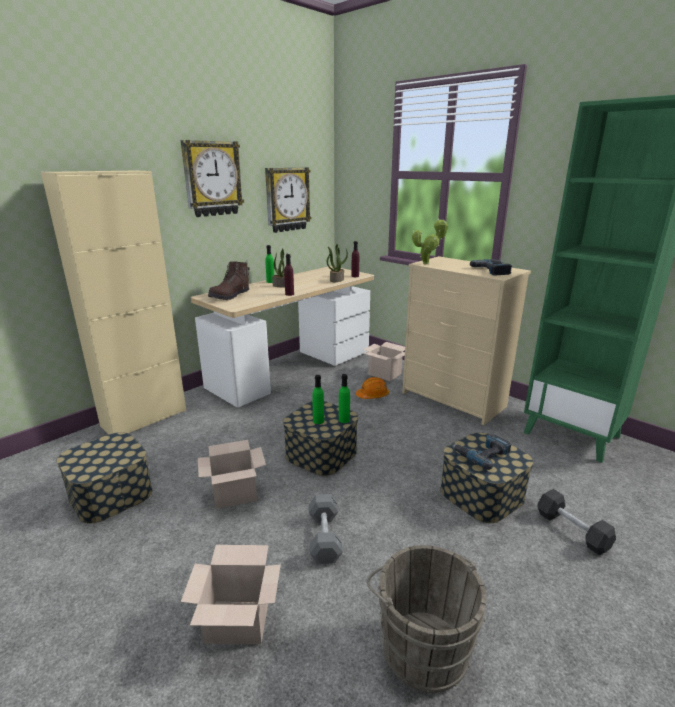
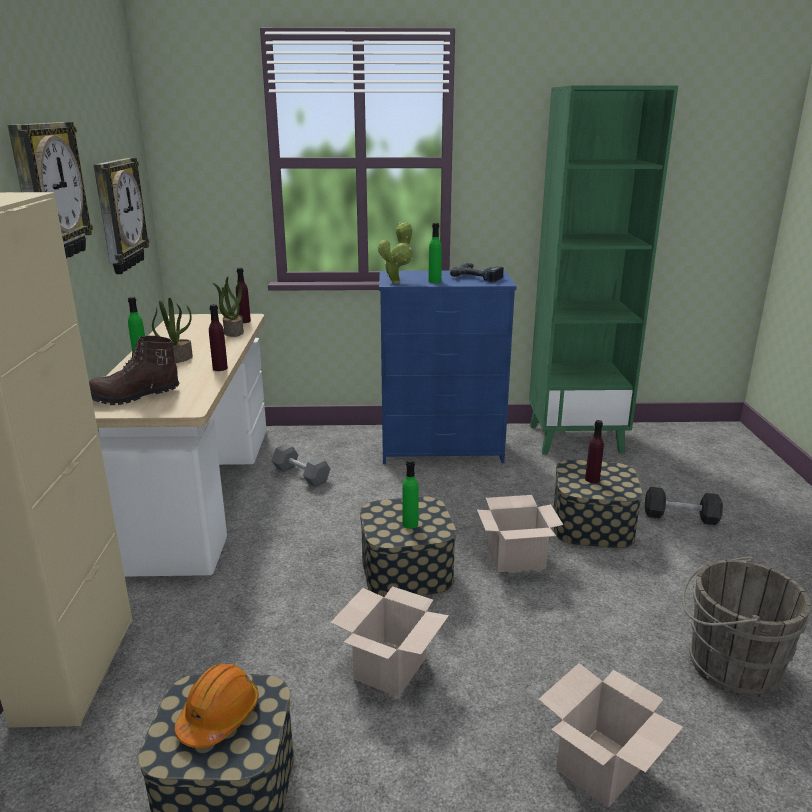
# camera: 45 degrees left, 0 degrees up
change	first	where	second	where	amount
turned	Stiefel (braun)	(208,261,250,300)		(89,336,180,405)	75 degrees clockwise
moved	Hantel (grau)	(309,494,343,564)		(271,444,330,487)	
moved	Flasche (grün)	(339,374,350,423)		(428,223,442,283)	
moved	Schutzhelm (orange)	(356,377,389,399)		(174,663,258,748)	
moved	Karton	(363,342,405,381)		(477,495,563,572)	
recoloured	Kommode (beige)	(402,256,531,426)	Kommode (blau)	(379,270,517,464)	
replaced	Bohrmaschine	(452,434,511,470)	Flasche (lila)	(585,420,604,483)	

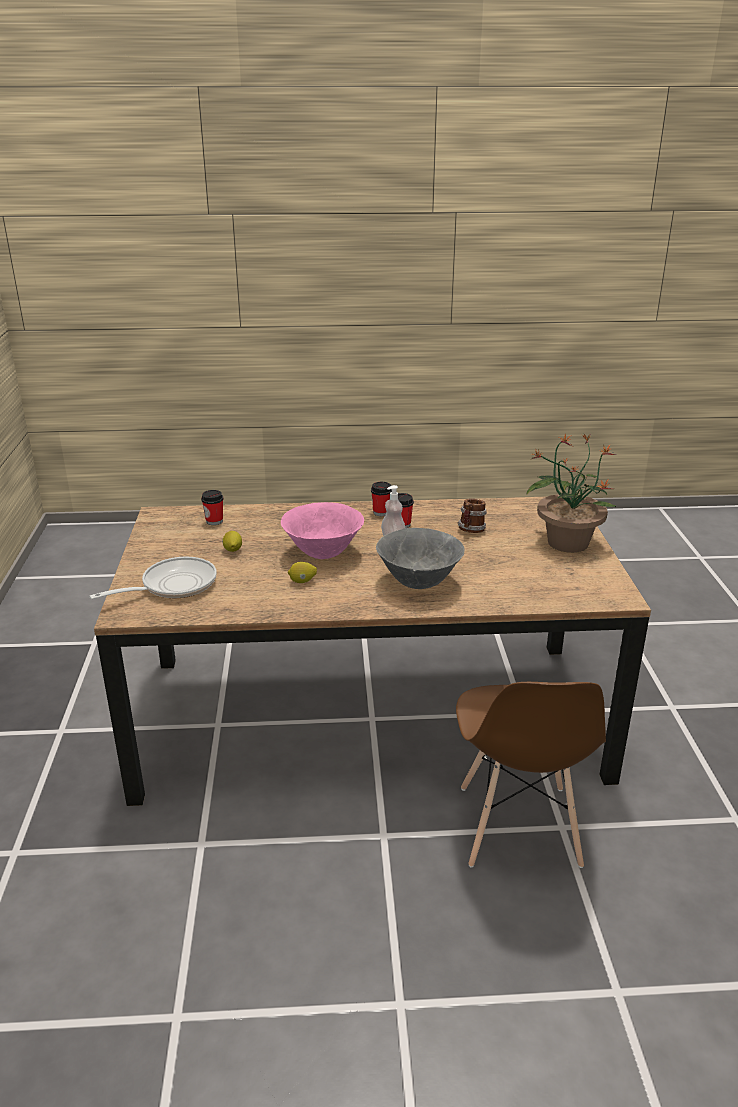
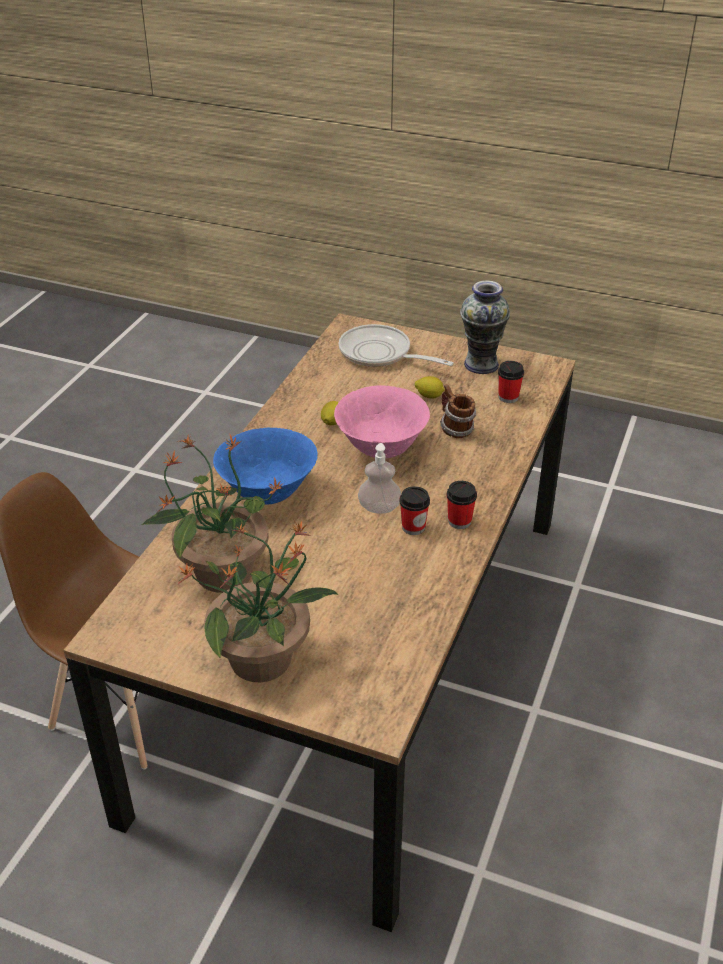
# camera: 115 degrees right, 10 degrees up
change	first	where	second	where	amount
turned	Pfanne	(89,557,217,599)		(339,324,454,367)	135 degrees clockwise
recoloured	Schüssel (grau)	(376,528,465,589)	Schüssel (blau)	(213,428,318,505)	
moved	Henkelbecher	(458,499,487,533)		(440,384,476,438)	
added			Topfpflanze	(142,435,283,593)	
added			Vase	(460,281,510,374)	

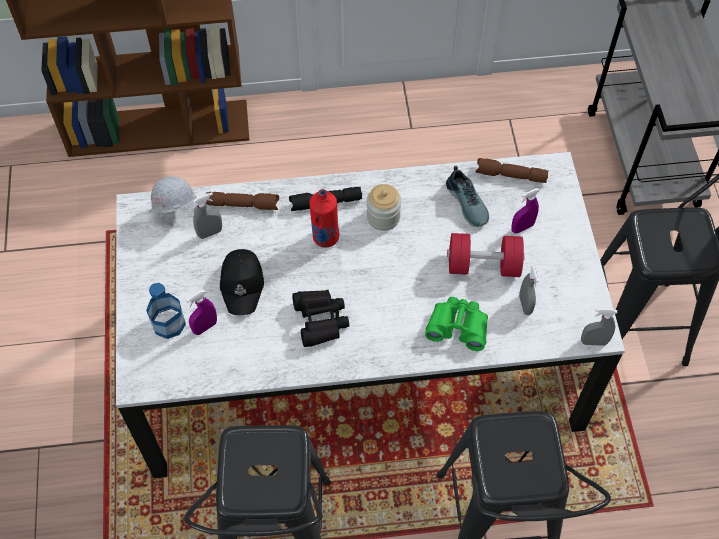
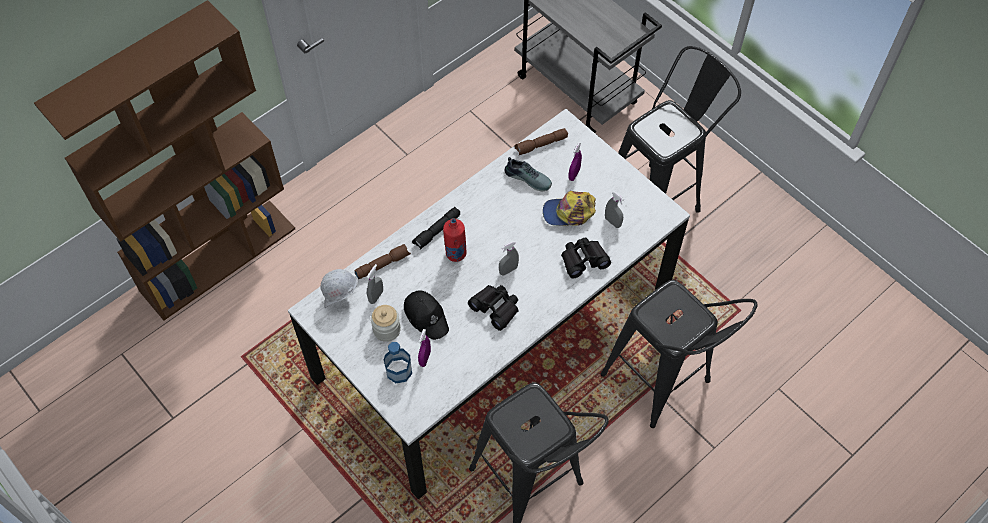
# camera: 35 degrees left, 0 degrees up
change	first	where	second	where	amount
moved	Vorratsglas	(367,184,401,231)		(371,305,401,342)	
recoloured	Fernglas (grün)	(425,297,488,351)	Fernglas (schwarz)	(561,238,611,278)	
replaced	Hantel (rot)	(447,233,525,277)	Kappe	(543,191,596,226)	
moved	Sprühflasche (grau)	(581,308,617,346)		(499,241,519,275)	

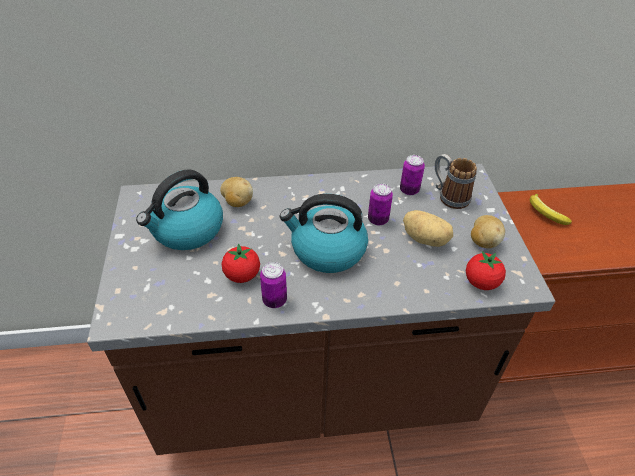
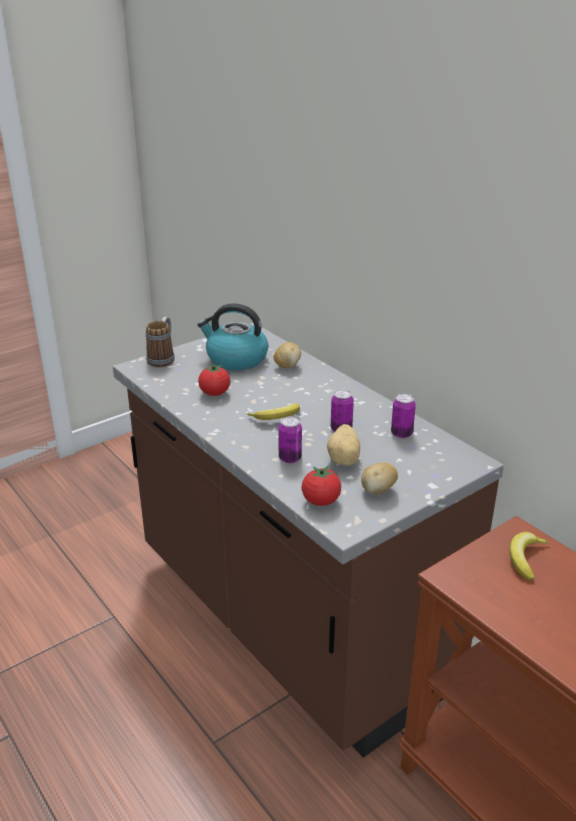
# camera: 60 degrees right, 15 degrees down
change	first	where	second	where	amount
moved	Dose	(260,262,287,308)		(278,417,302,463)	
replaced	Wasserkessel	(279,194,368,273)	Banane	(247,403,300,420)	
moved	Henkelbecher	(435,154,477,209)		(146,317,175,367)	

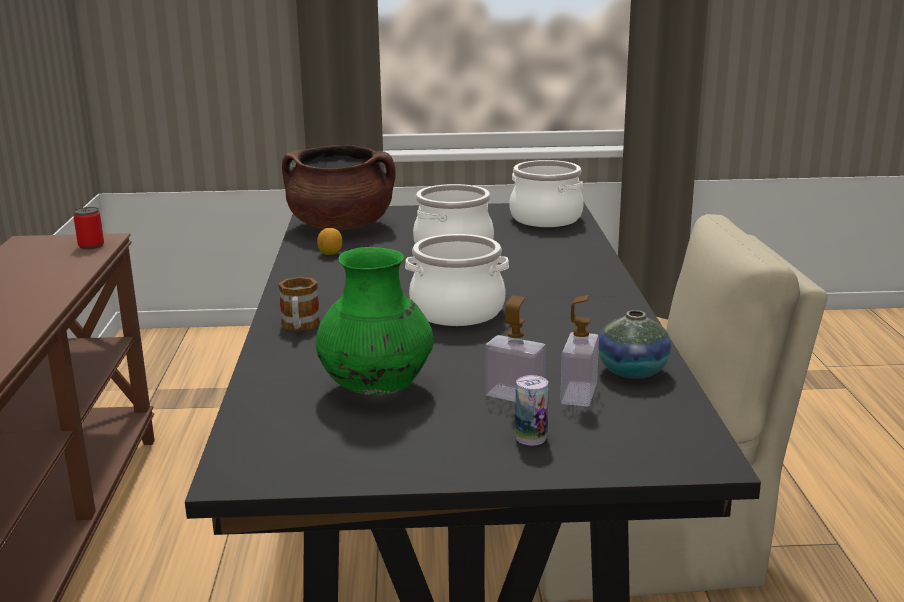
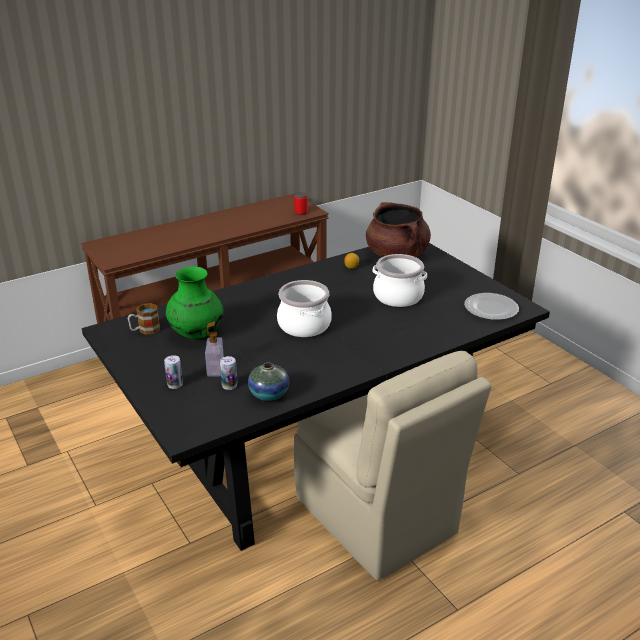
# camera: 60 degrees right, 10 degrees up
change	first	where	second	where	amount
moved	Henkelbecher	(278,277,320,331)		(128,303,160,335)	
replaced	Kochtopf	(509,160,584,227)	Teller	(464,293,519,320)	
replaced	Seifenspender	(560,295,599,407)	Dose	(220,356,237,390)	

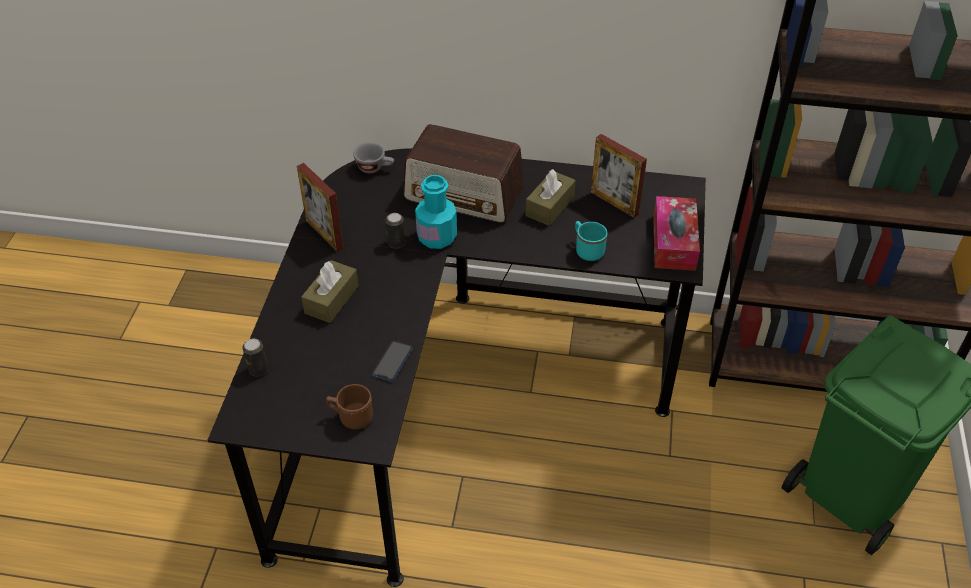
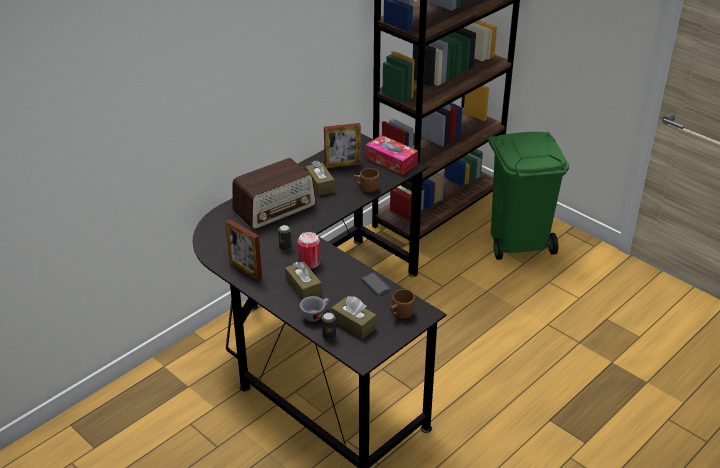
# camera: 55 degrees left, 10 degrees down
change	first	where	second	where	amount
turned	Bilderrahmen	(297,163,344,252)		(225,219,262,281)	45 degrees clockwise
moved	Tasse (grau)	(353,142,394,173)		(300,296,329,322)	
removed	Flasche (türkis)	(415,175,457,249)			
recoloured	Henkelbecher (türkis)	(575,221,608,261)	Henkelbecher (braun)	(354,168,379,193)	
added			Dose	(298,232,320,269)	
added			Taschentuchbox (braun)	(331,296,377,339)	

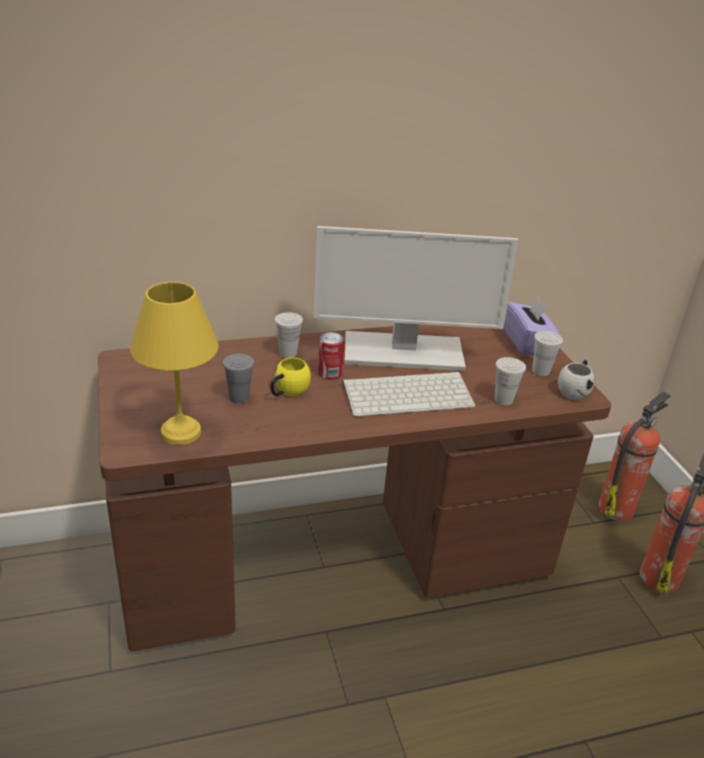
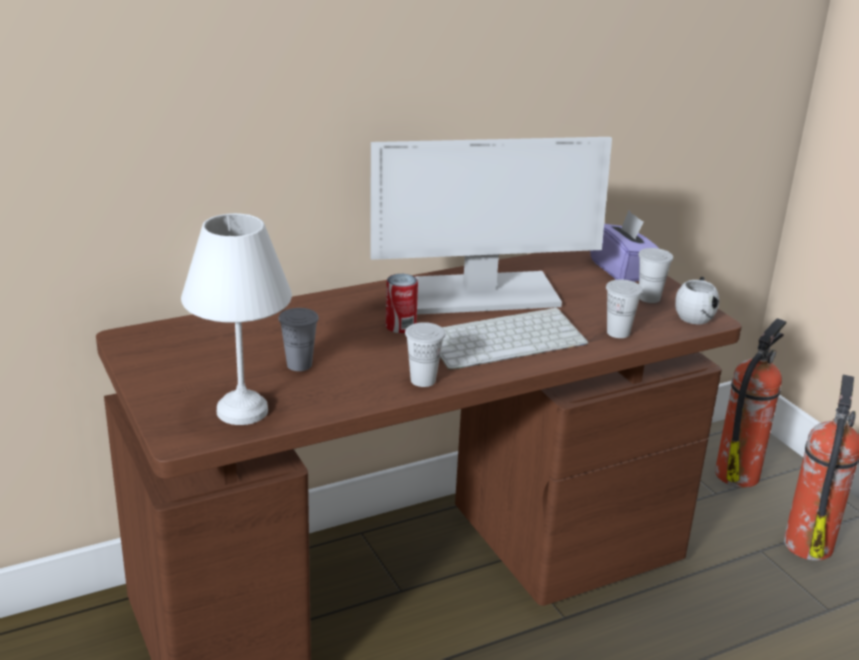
# camera: 10 degrees left, 5 degrees down
change	first	where	second	where	amount
recoloured	Tischlampe (gelb)	(130,282,219,445)	Tischlampe (weiß)	(181,213,292,425)	
removed	Henkelbecher (gelb)	(270,358,311,397)			
moved	Tasse (weiß)	(275,312,303,358)		(405,322,445,387)	

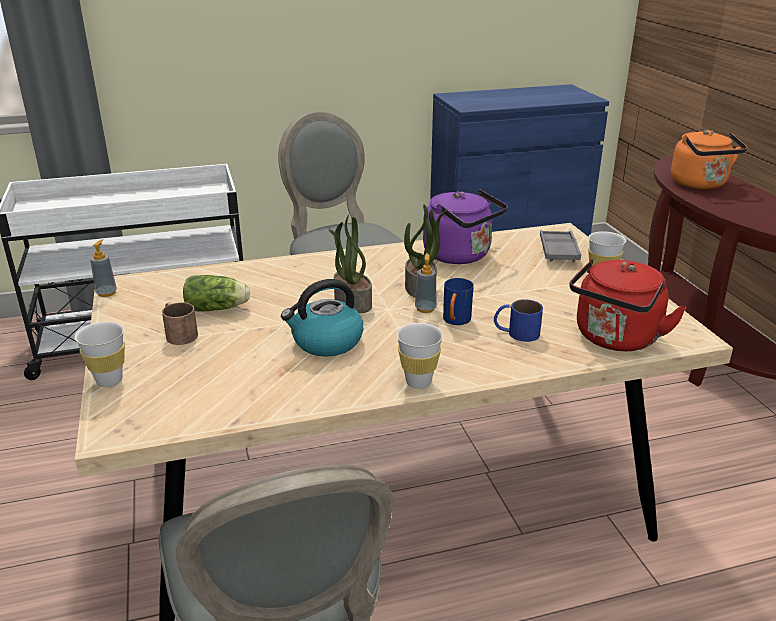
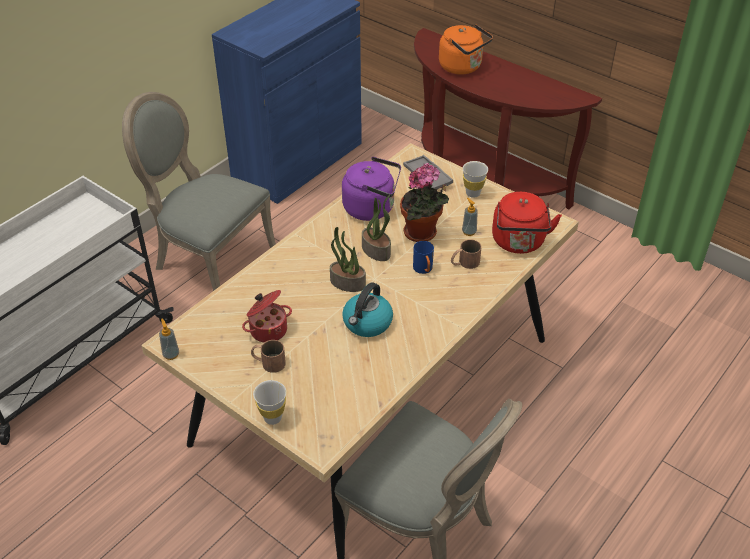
# camera: 35 degrees left, 15 degrees up
change	first	where	second	where	amount
replaced	Salatkopf	(183,275,250,312)	Kochtopf	(242,290,292,343)	
removed	Tasse (weiß)	(396,323,443,389)			
moved	Seifenspender	(415,253,437,313)		(462,198,478,236)	
recoloured	Henkelbecher (blau)	(494,299,543,342)	Henkelbecher (braun)	(451,239,482,269)	
added			Topfpflanze	(400,163,449,242)	

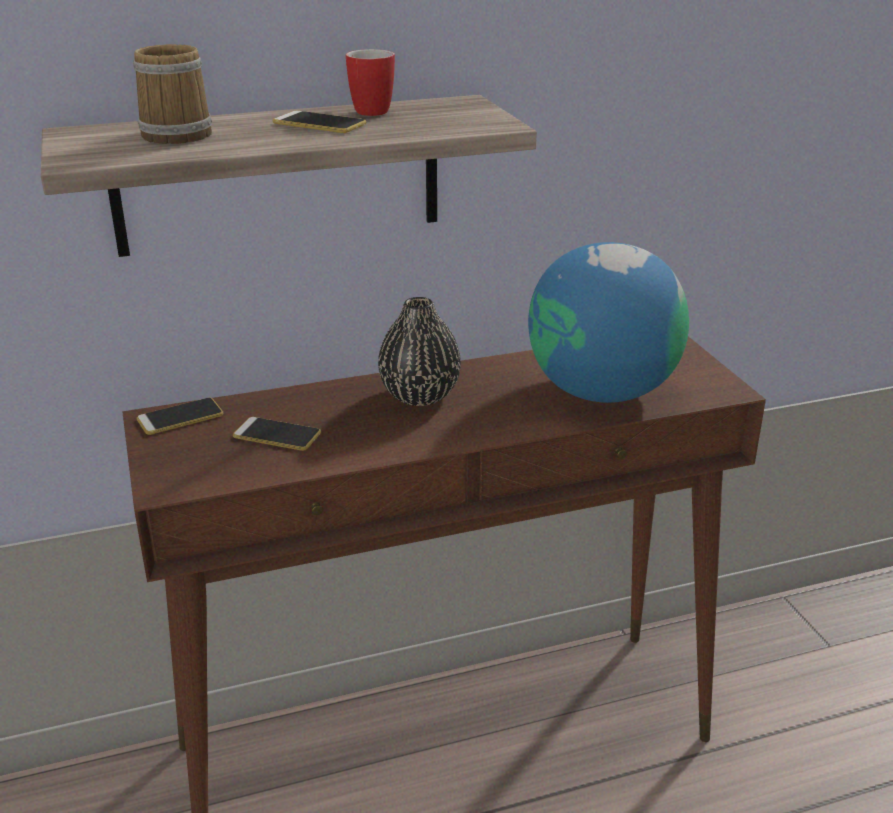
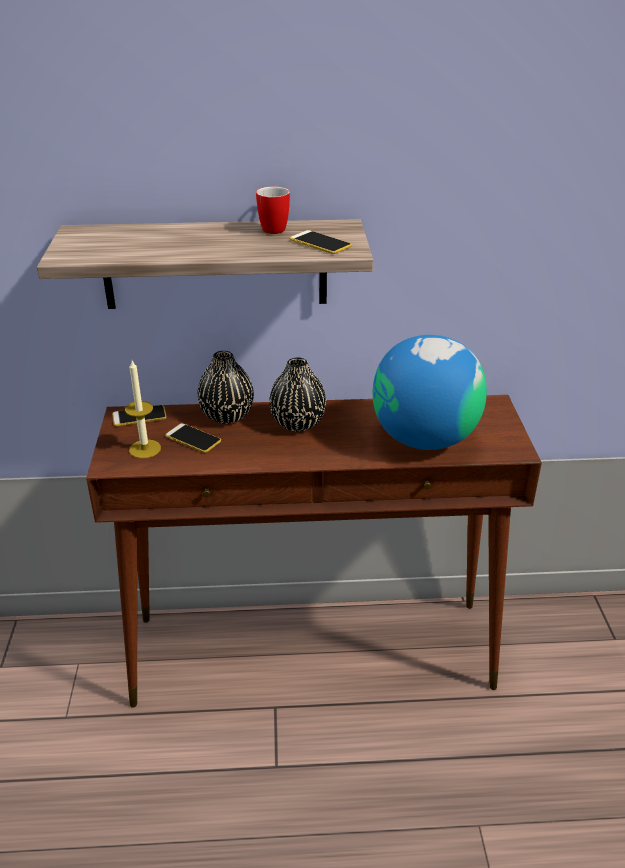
# camera: 15 degrees right, 5 degrees up
change	first	where	second	where	amount
removed	Henkelbecher	(133,44,212,144)			
moved	Handy	(273,111,366,133)		(290,230,352,254)	
added			Kerze	(125,360,161,459)	
added			Vase (schwarz)	(197,351,254,424)	

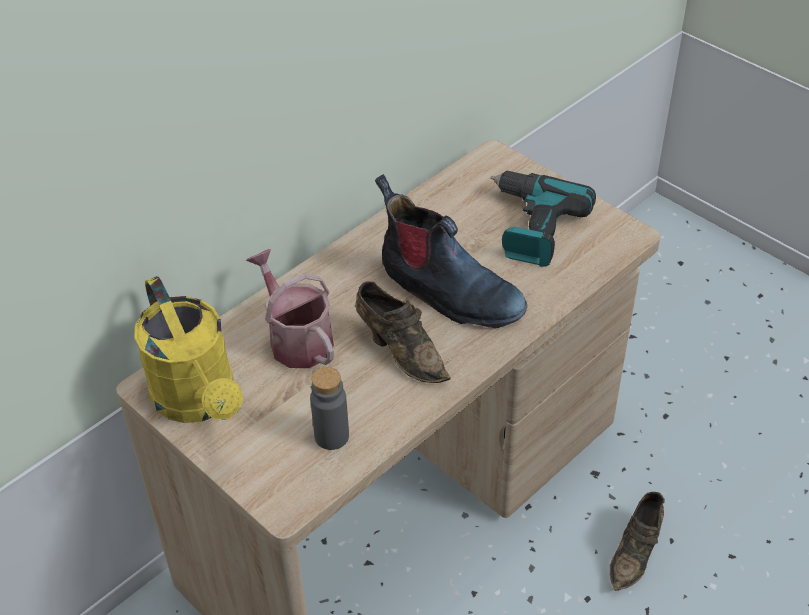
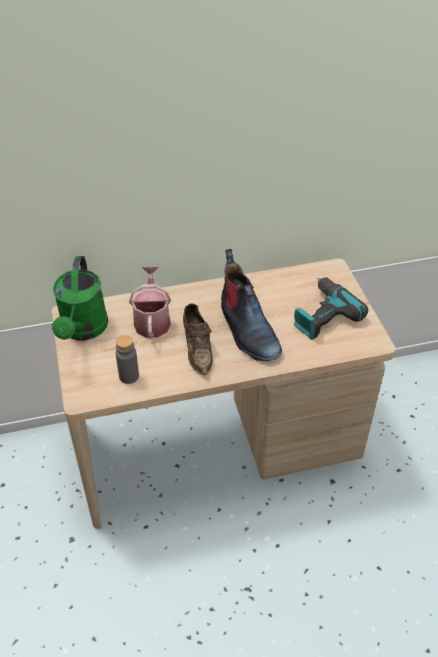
# camera: 30 degrees right, 0 degrees up
change	first	where	second	where	amount
recoloured	Gießkanne (gelb)	(134,276,243,423)	Gießkanne (grün)	(52,256,108,341)	
removed	Schuh (braun)	(610,492,665,591)			

